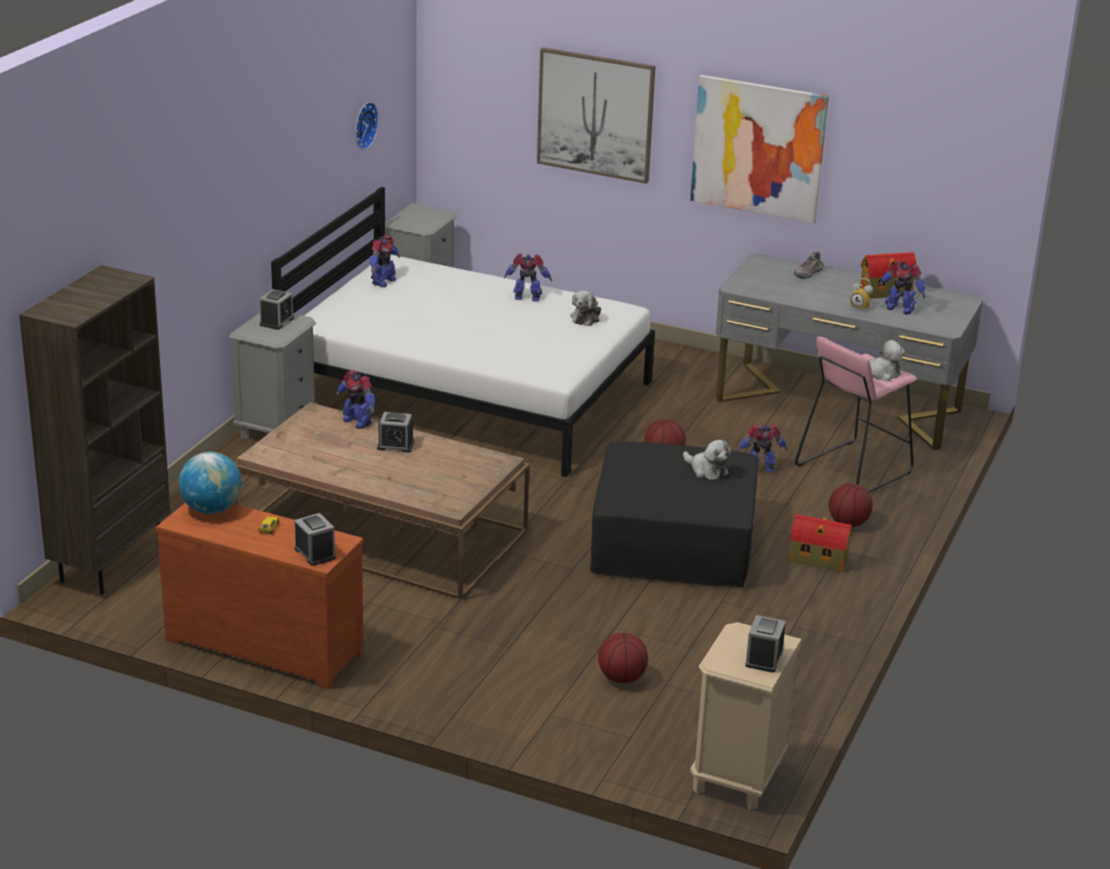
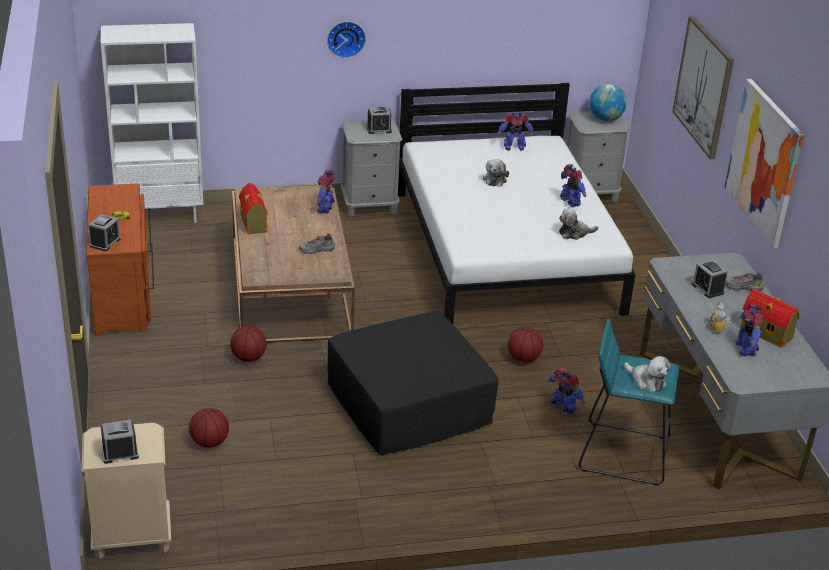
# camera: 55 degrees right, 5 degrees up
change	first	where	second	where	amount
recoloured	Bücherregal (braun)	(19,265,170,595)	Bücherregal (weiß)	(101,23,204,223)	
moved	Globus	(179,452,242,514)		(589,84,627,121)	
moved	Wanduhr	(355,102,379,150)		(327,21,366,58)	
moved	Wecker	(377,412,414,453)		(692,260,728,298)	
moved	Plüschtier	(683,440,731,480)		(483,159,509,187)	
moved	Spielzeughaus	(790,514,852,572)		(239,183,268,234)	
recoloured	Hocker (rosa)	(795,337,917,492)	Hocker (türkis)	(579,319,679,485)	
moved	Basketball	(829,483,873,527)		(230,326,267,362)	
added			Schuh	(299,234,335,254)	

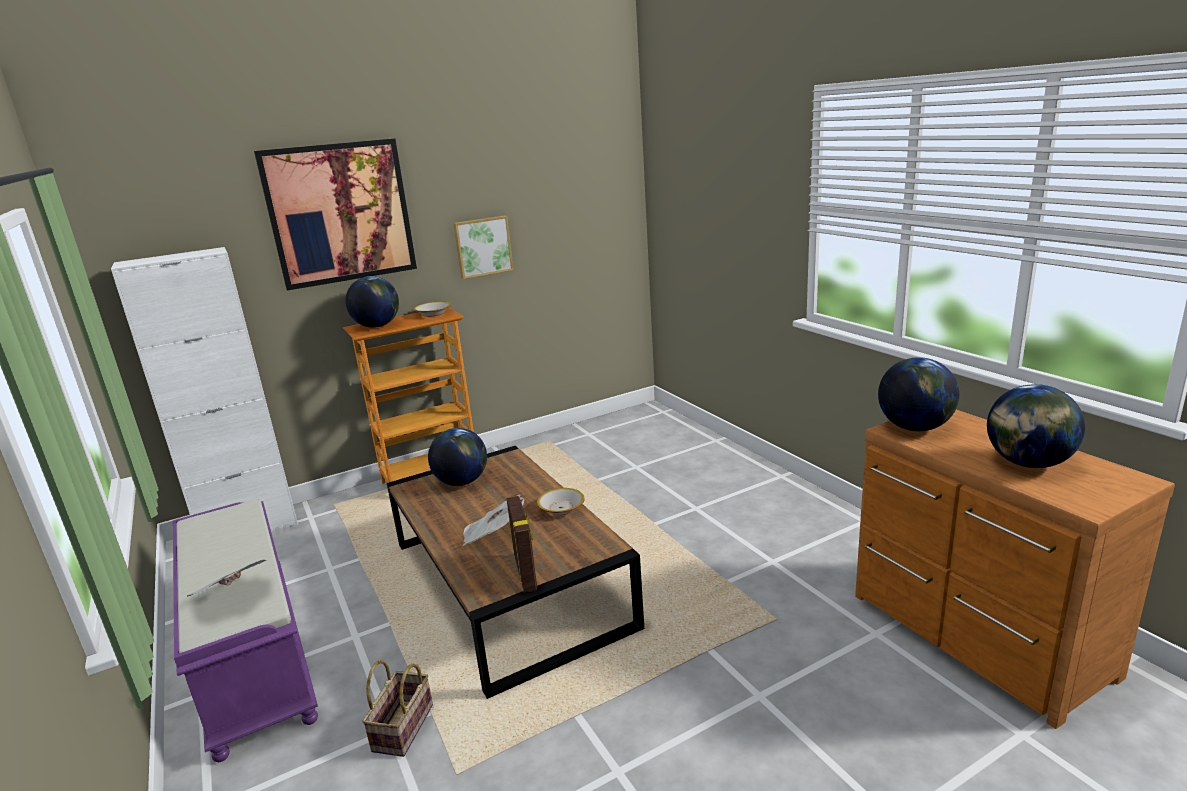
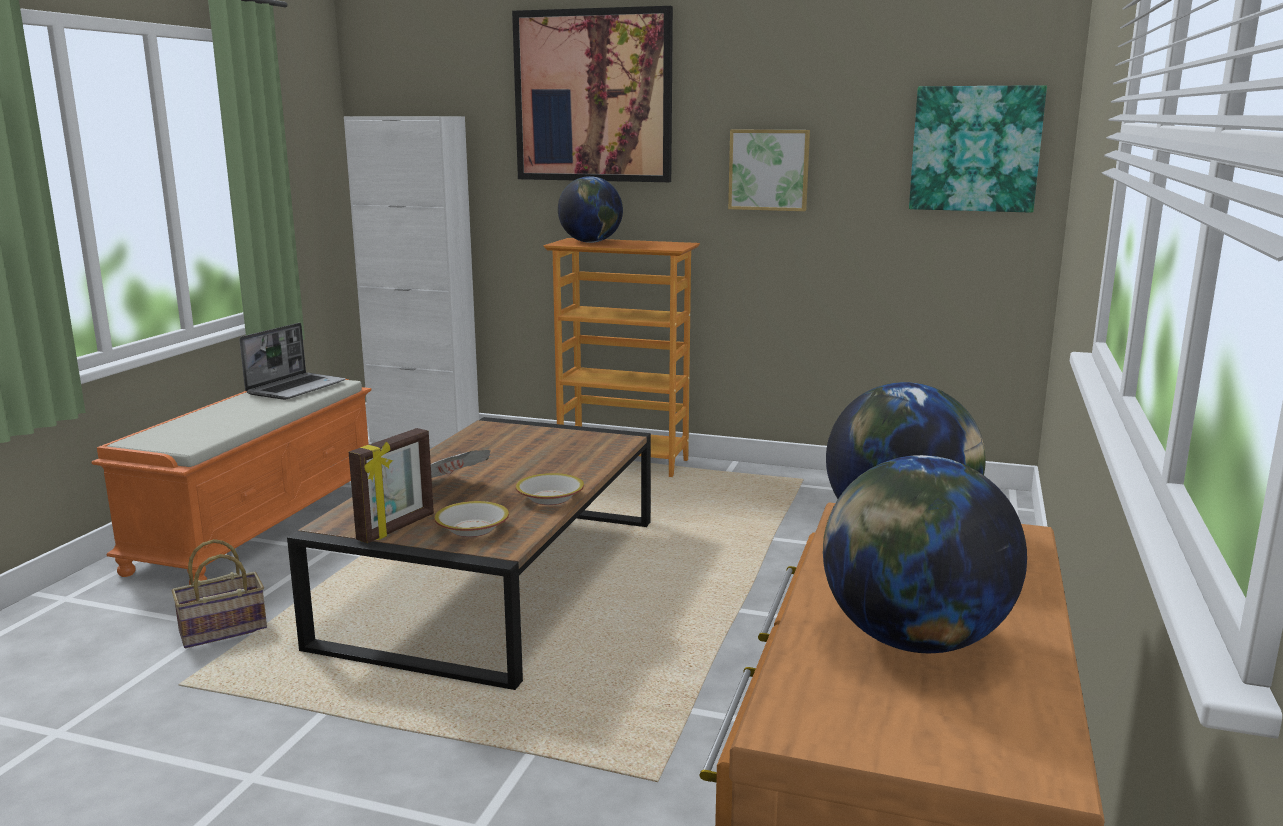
# camera: 45 degrees right, 5 degrees down
change	first	where	second	where	amount
recoloured	Bank (lila)	(173,499,318,762)	Bank (orange)	(91,379,372,585)	
removed	Zeitung	(187,560,266,597)			
moved	Schüssel	(413,301,451,317)		(434,501,509,537)	
removed	Globus	(428,428,487,486)			
added			Laptop	(239,323,345,400)	
added			Bild	(909,85,1047,213)	

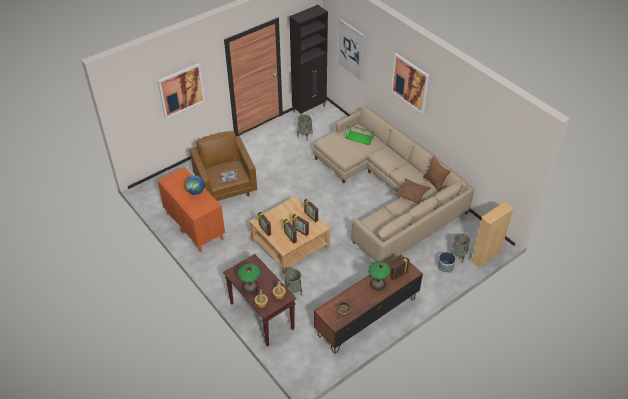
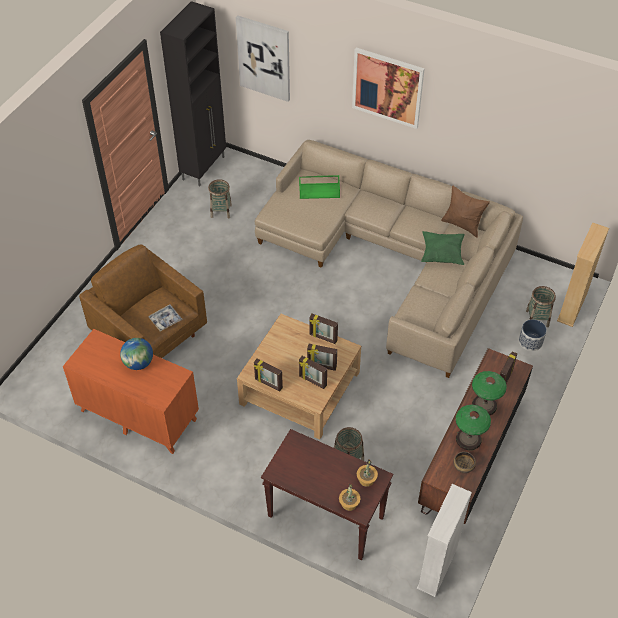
# camera: 25 degrees left, 5 degrees up
change	first	where	second	where	amount
removed	Bild	(158,63,205,119)			
moved	Tischlampe	(238,264,260,294)		(455,405,491,450)	
recoloured	Kissen (braun)	(394,178,430,204)	Kissen (grün)	(421,231,465,265)	
added			Bücherregal (weiß)	(417,484,472,597)	

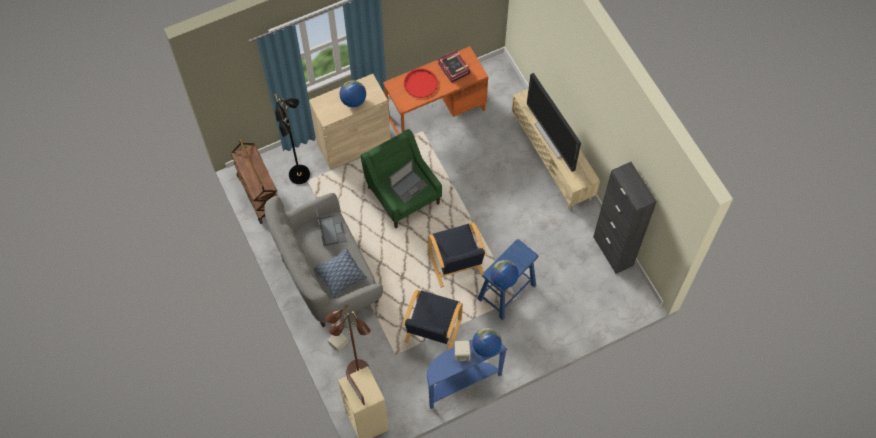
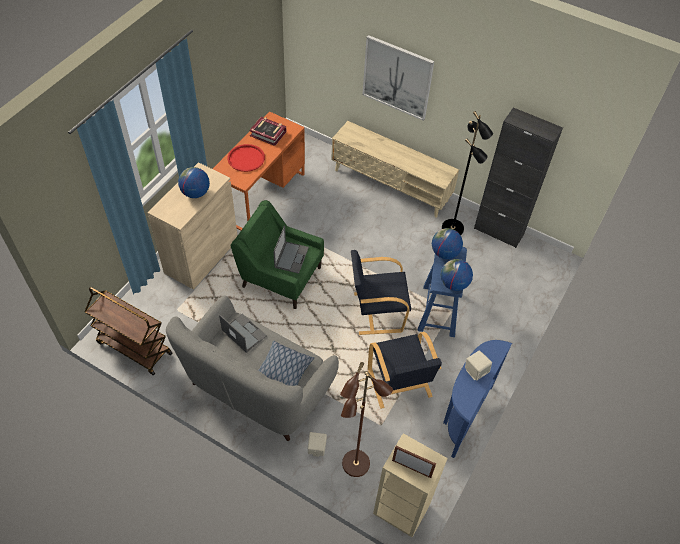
# camera: 35 degrees left, 10 degrees down
change	first	where	second	where	amount
moved	Stehlampe (schwarz)	(274,94,310,184)		(442,111,493,235)	
turned	Sessel (schwarz)	(428,222,487,288)		(351,250,411,335)	135 degrees clockwise
moved	Globus	(472,328,502,357)		(432,228,463,259)	
removed	Fernseher	(527,73,581,172)			
added			Bild	(362,35,434,121)	

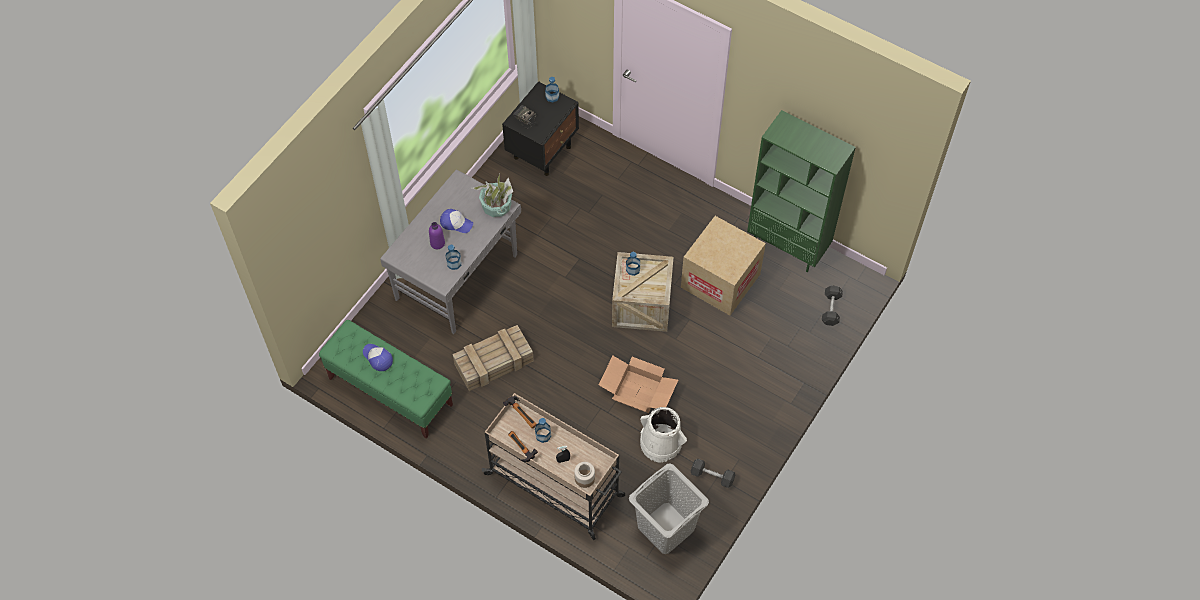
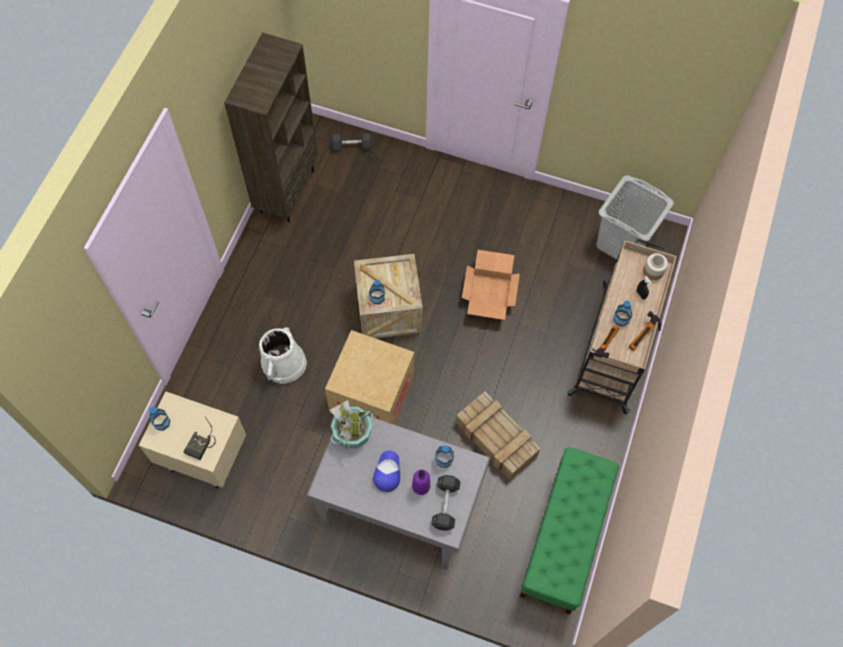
# camera: 105 degrees left, 5 degrees up
change	first	where	second	where	amount
removed	Kappe	(363,344,393,371)			
recoloured	Nachttisch (schwarz)	(502,81,579,176)	Nachttisch (beige)	(139,392,246,488)	
moved	Eimer (weiß)	(640,407,687,463)		(259,327,307,384)	
moved	Karton	(681,216,766,315)		(325,330,414,425)	
moved	Hantel (grau)	(691,459,735,488)		(431,475,461,531)	
recoloured	Bücherregal (grün)	(747,110,856,272)	Bücherregal (braun)	(224,32,318,222)	

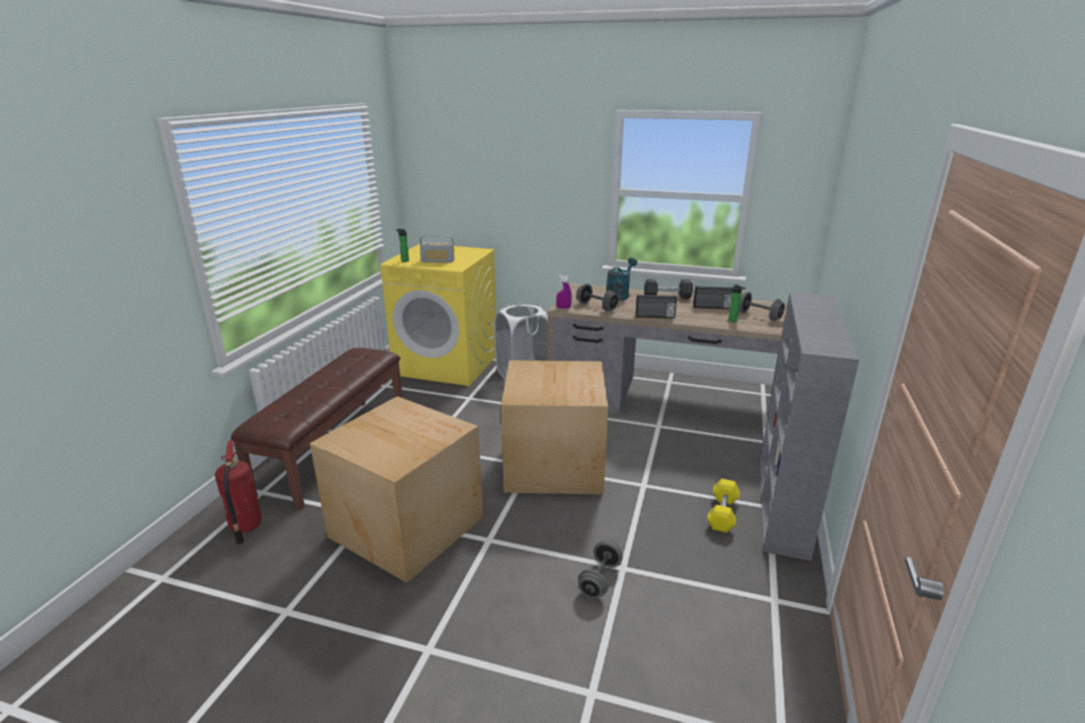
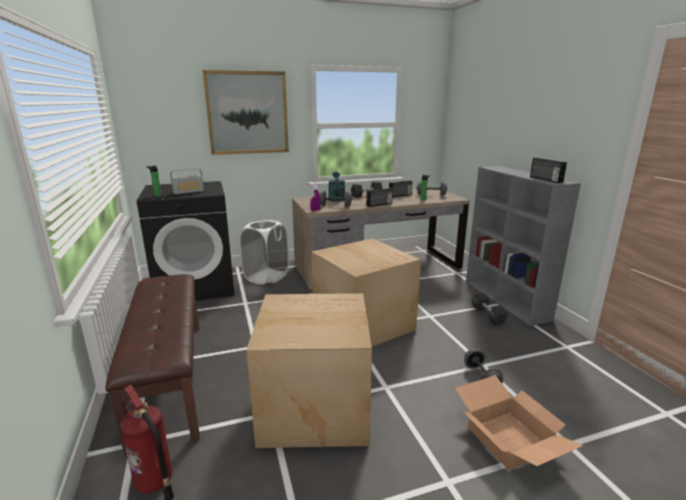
# camera: 35 degrees left, 5 degrees down
change	first	where	second	where	amount
recoloured	Waschmaschine (gelb)	(380,244,496,386)	Waschmaschine (schwarz)	(137,181,235,301)	
recoloured	Hantel (gelb)	(707,479,740,533)	Hantel (schwarz)	(471,293,508,325)	
added			Bild	(203,70,289,155)	
added			Karton	(455,375,584,471)	
added			Radio	(530,158,567,183)	

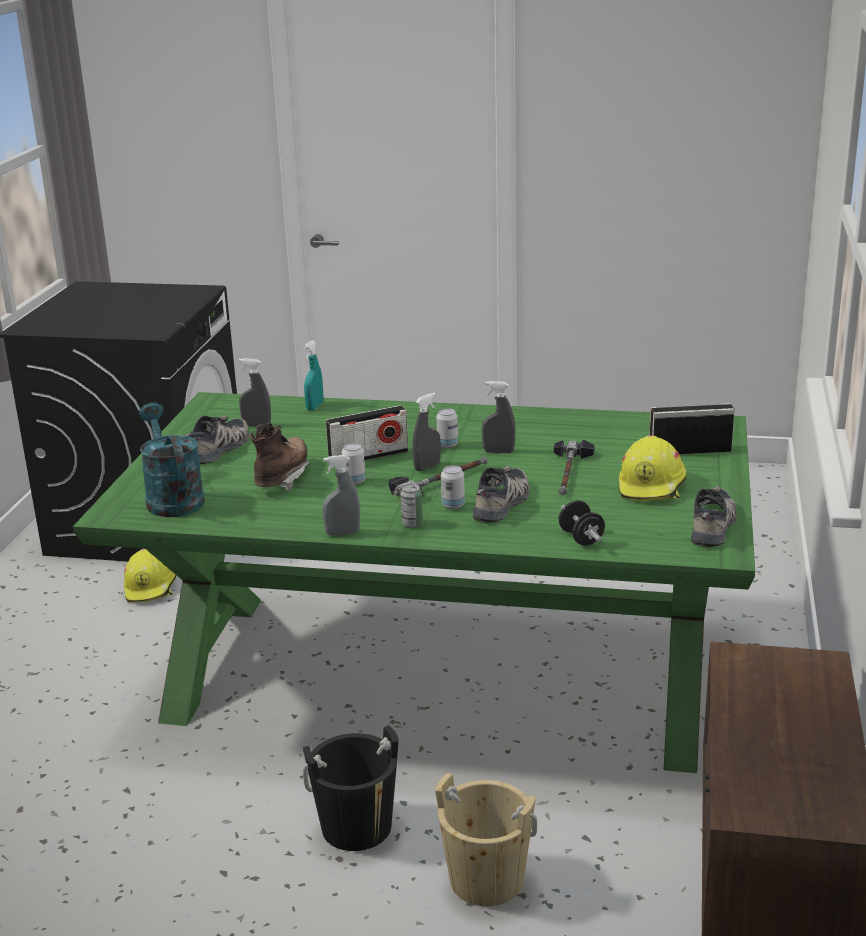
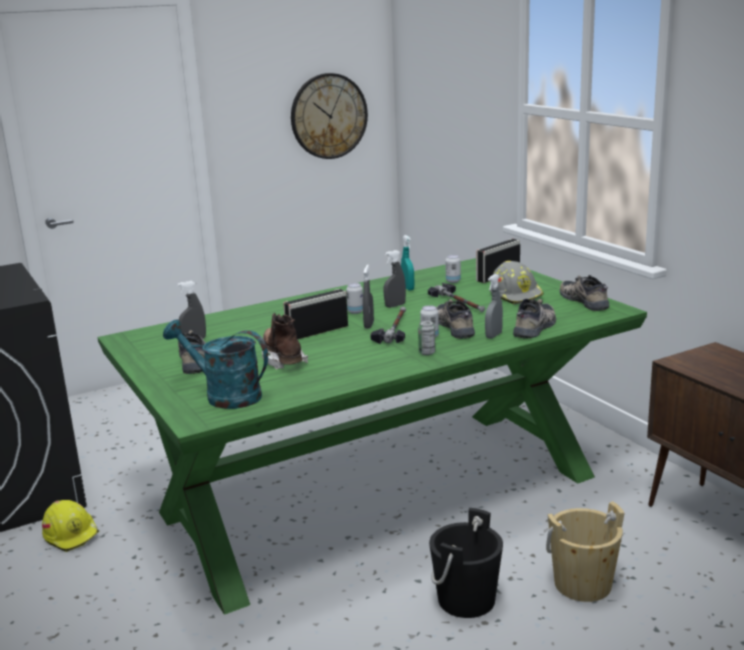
# camera: 40 degrees left, 5 degrees down
change	first	where	second	where	amount
moved	Sprühflasche (türkis)	(304,340,324,411)		(401,235,414,290)	
moved	Sprühflasche (grau)	(322,455,360,536)		(485,274,503,339)	
turned	Radio	(326,405,408,461)		(283,289,348,339)	150 degrees counterclockwise
moved	Dose	(342,443,365,485)		(445,255,461,283)	
replaced	Hantel (schwarz)	(559,500,605,546)	Schuh	(513,299,556,339)	
recoloured	Schutzhelm (gelb)	(619,435,686,502)	Schutzhelm (grau)	(490,261,544,305)	
added			Wanduhr	(291,73,368,159)	

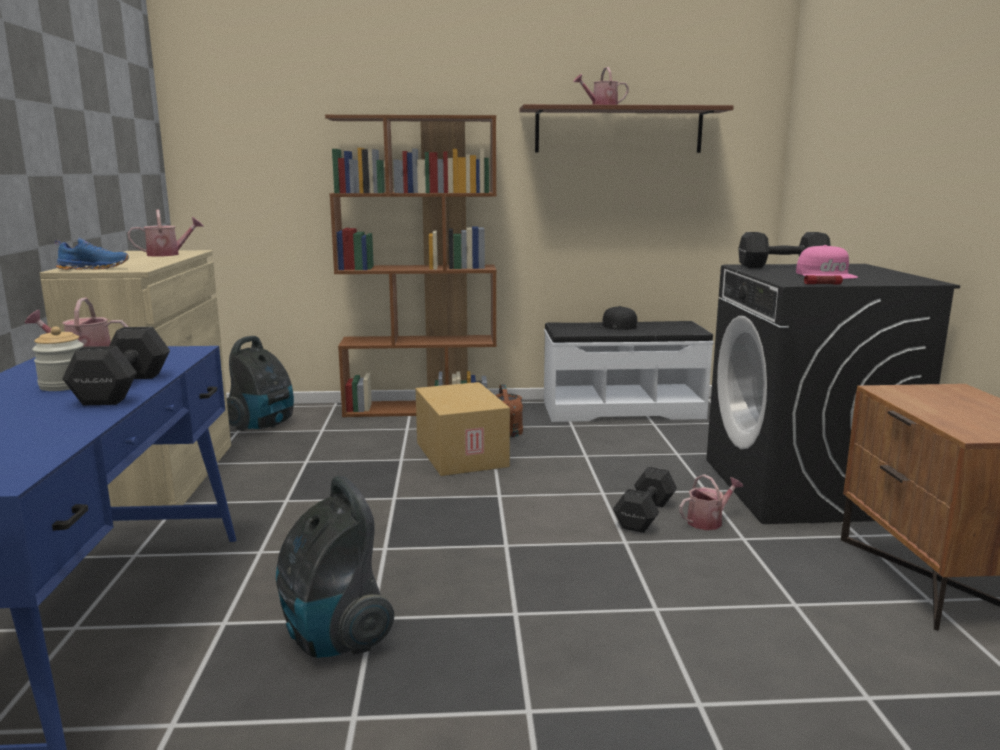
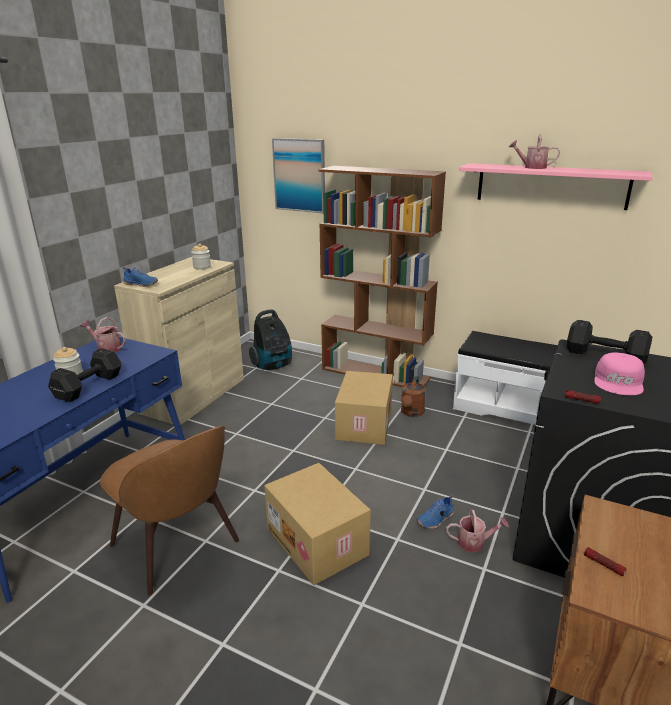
# camera: 30 degrees right, 10 degrees up
change	first	where	second	where	amount
replaced	Gießkanne	(127,209,204,257)	Vorratsglas	(191,244,211,269)	
replaced	Staubsauger	(276,476,394,658)	Stuhl (braun)	(100,426,239,595)	
recoloured	Wandregal (braun)	(520,104,734,153)	Wandregal (rosa)	(459,163,653,210)	
removed	Kappe (schwarz)	(591,306,638,330)			
replaced	Hantel (schwarz)	(613,467,677,533)	Schuh (blau)	(417,495,454,529)	
added			Karton	(264,463,371,585)	
added			Bild	(272,138,325,213)	
added			Taschenlampe	(584,547,627,576)	

